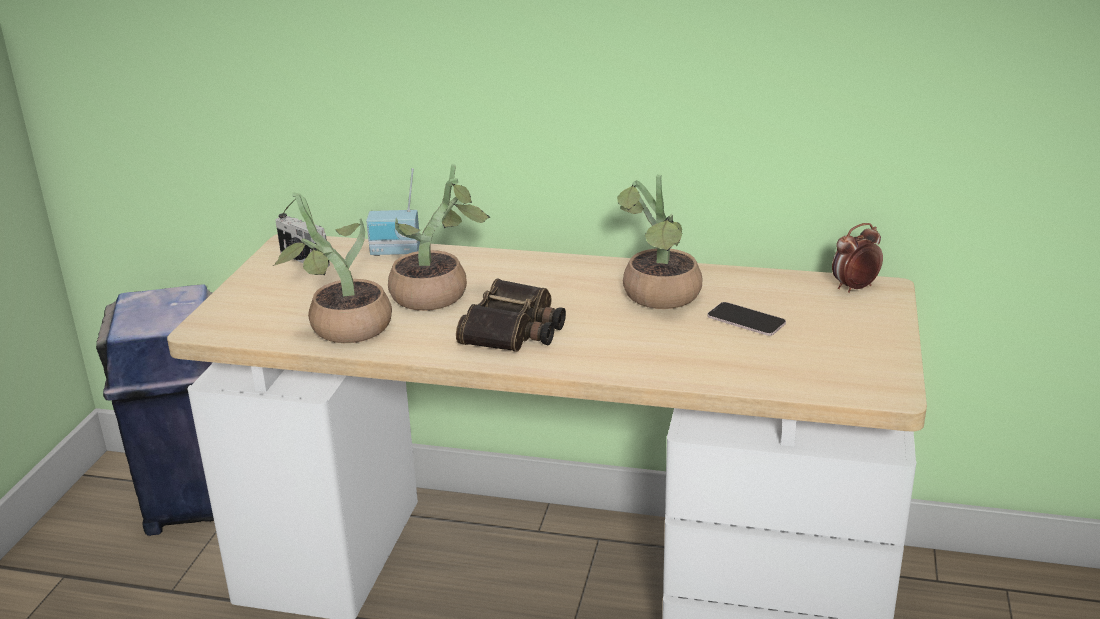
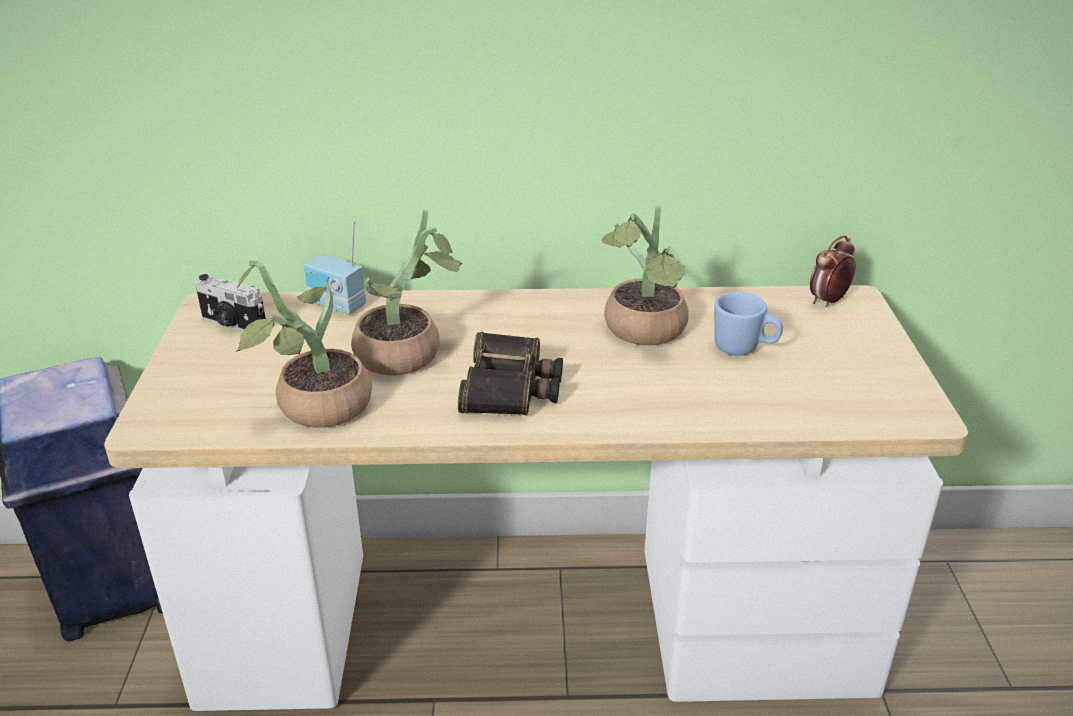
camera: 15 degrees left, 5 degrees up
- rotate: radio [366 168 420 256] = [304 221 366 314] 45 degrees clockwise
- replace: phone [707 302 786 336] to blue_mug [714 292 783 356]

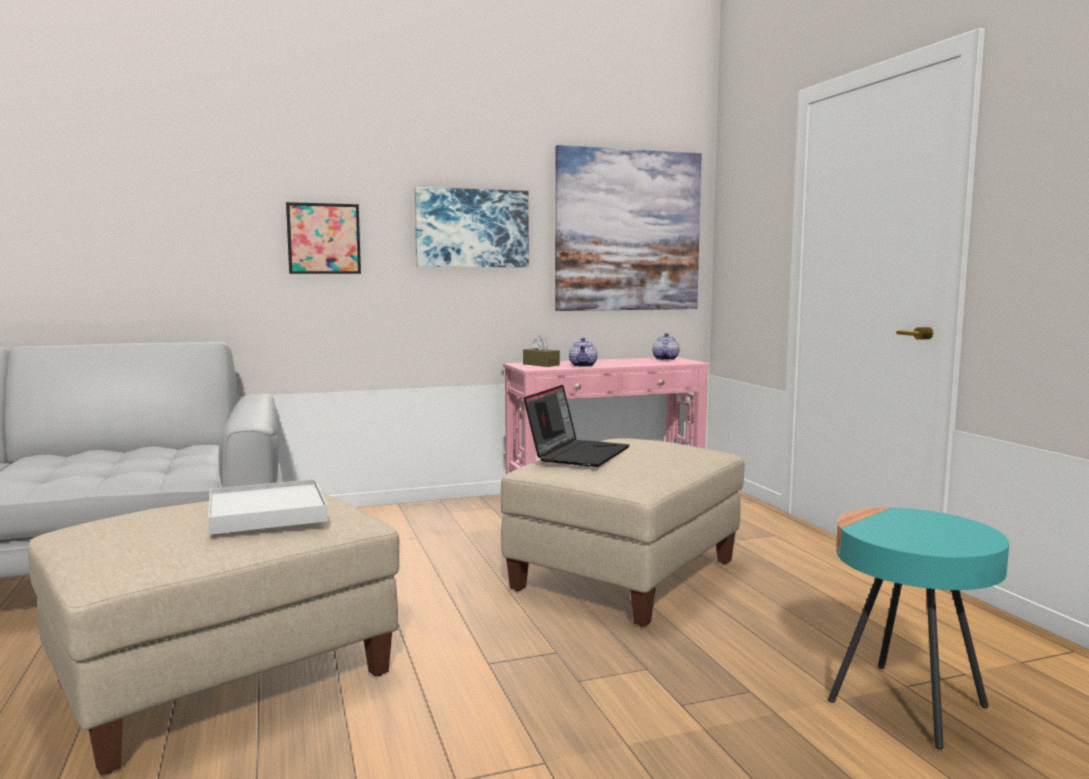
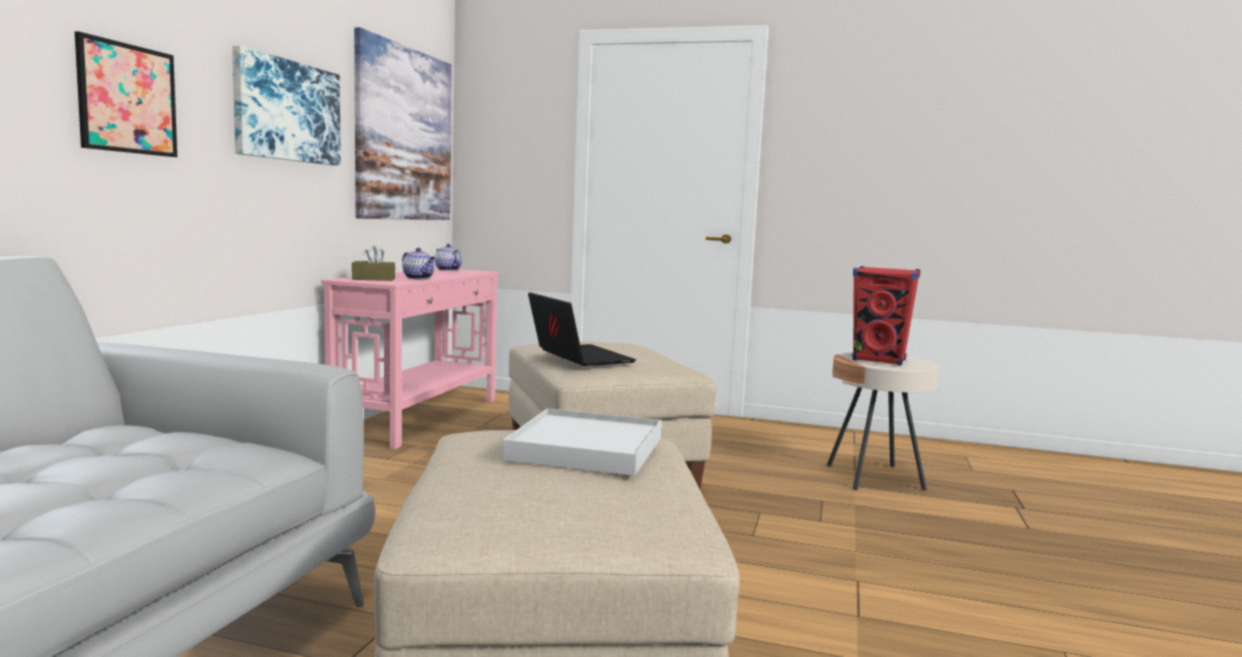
camera: 55 degrees left, 0 degrees up
- recolor: turquoise_side_table [828 507 1009 749] to beige_side_table [827 353 939 490]
- insert: red_speaker [852 266 920 366]

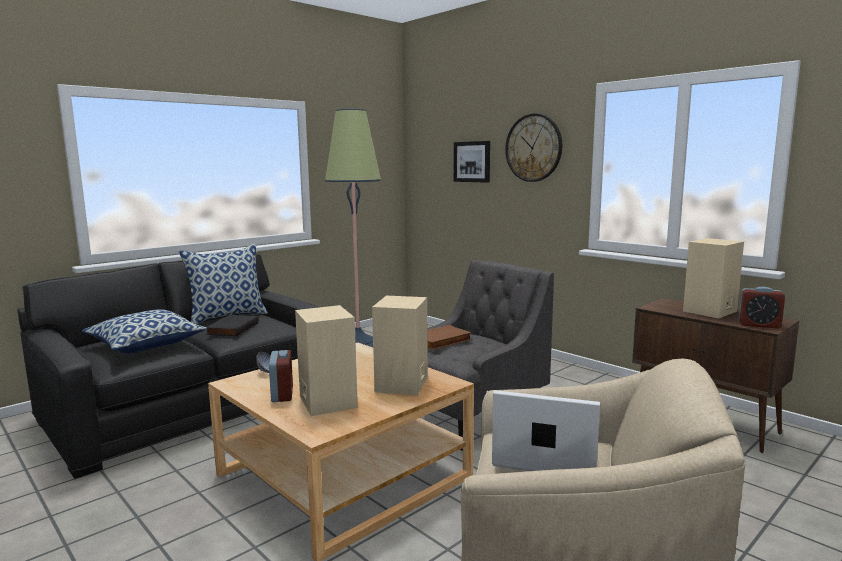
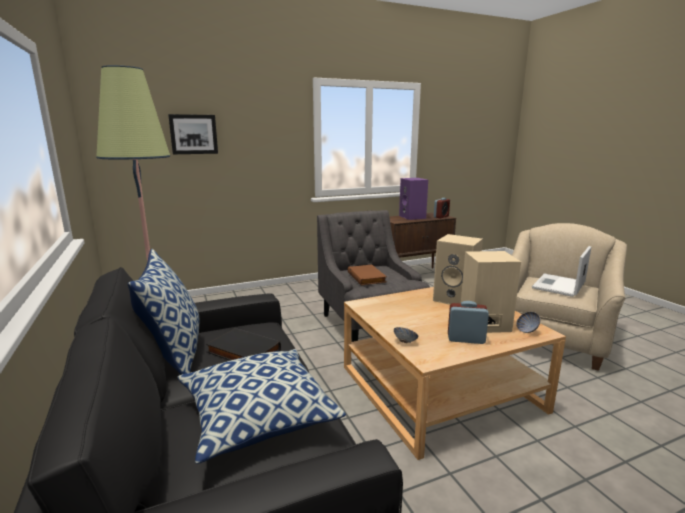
camera: 70 degrees left, 5 degrees up
- delete: wall_clock [505 114 562 182]
- recolor: beige_speaker [683 238 744 318] to purple_speaker [399 178 428 220]
- insert: bowl [516 312 540 333]

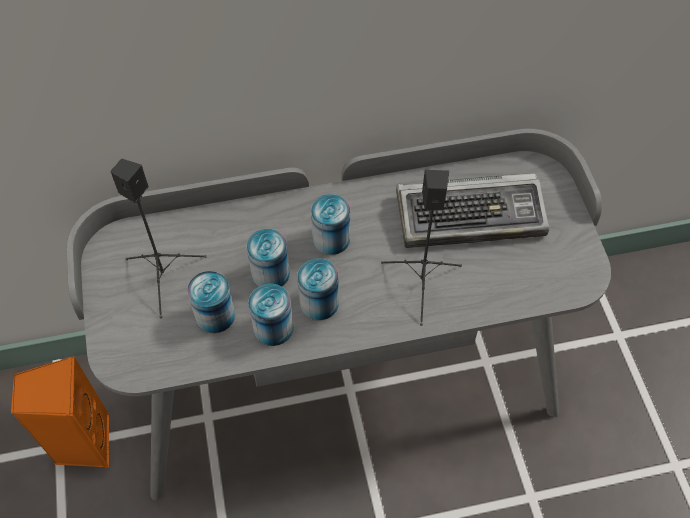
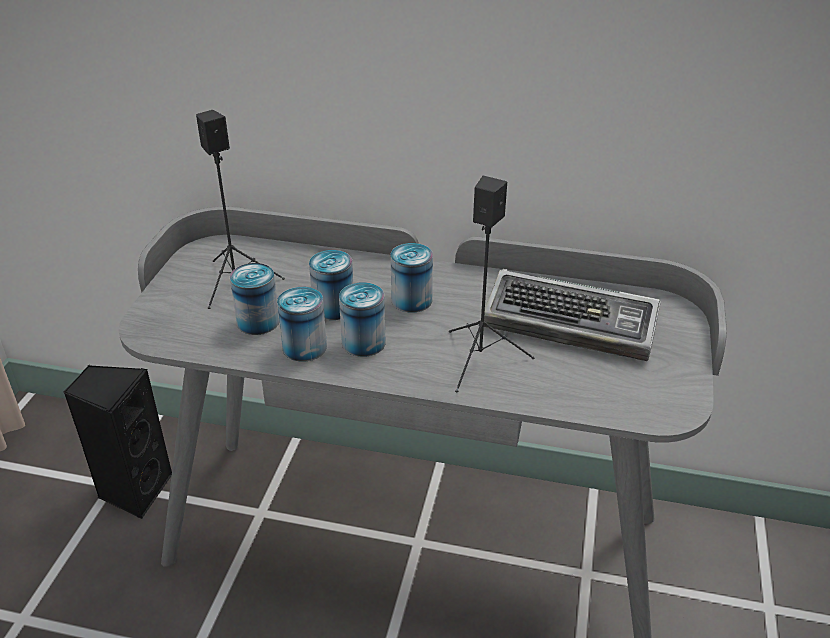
camera: 25 degrees right, 20 degrees down
- recolor: orange_speaker [11 356 110 467] to black_speaker [63 365 172 519]

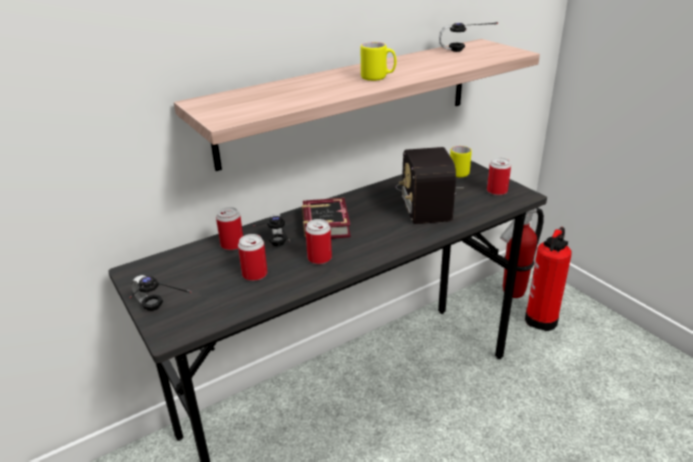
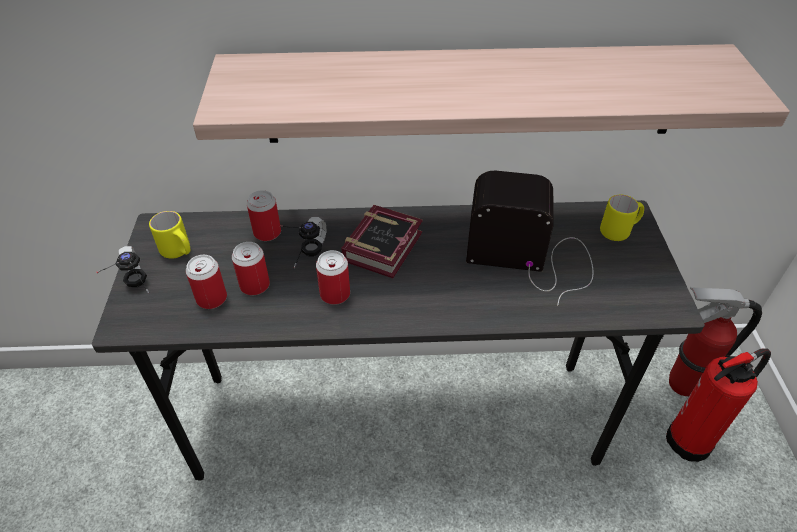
camera: 30 degrees right, 15 degrees up
- delete: headphones [439 22 498 52]
- move: yellow_mug [361 42 397 81] to [149 211 190 259]
- rotate: radio [396 147 457 224] = [466 171 593 306] 75 degrees clockwise
- move: can [487 157 511 195] to [186 255 227 309]

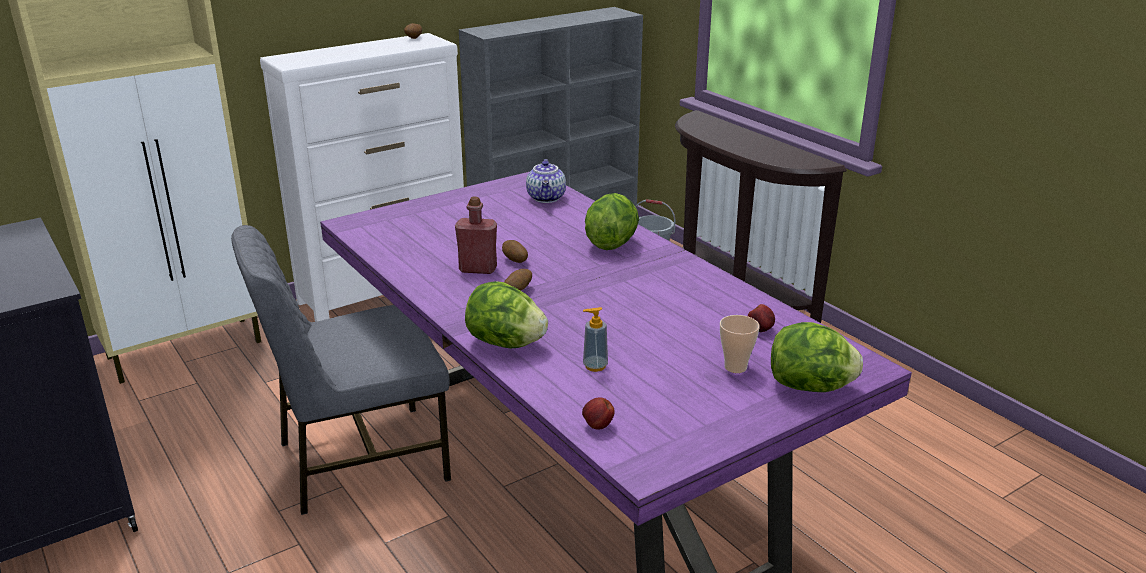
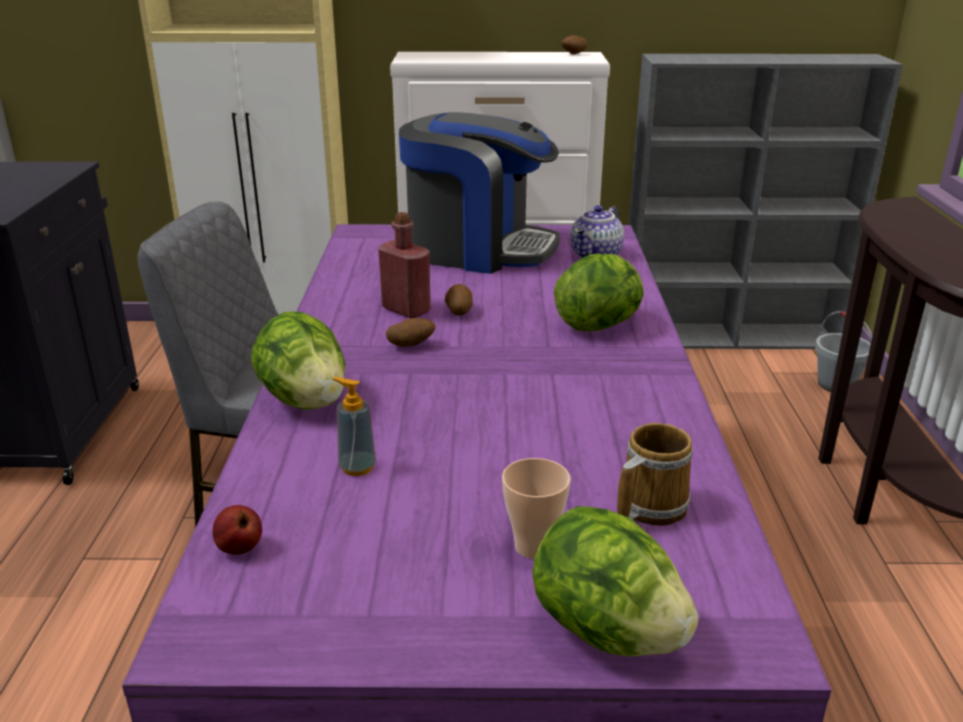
camera: 35 degrees right, 0 degrees up
- replace: apple [748 304 775 332] to mug [617 423 693 526]
- insert: coffee_machine [399 112 560 274]

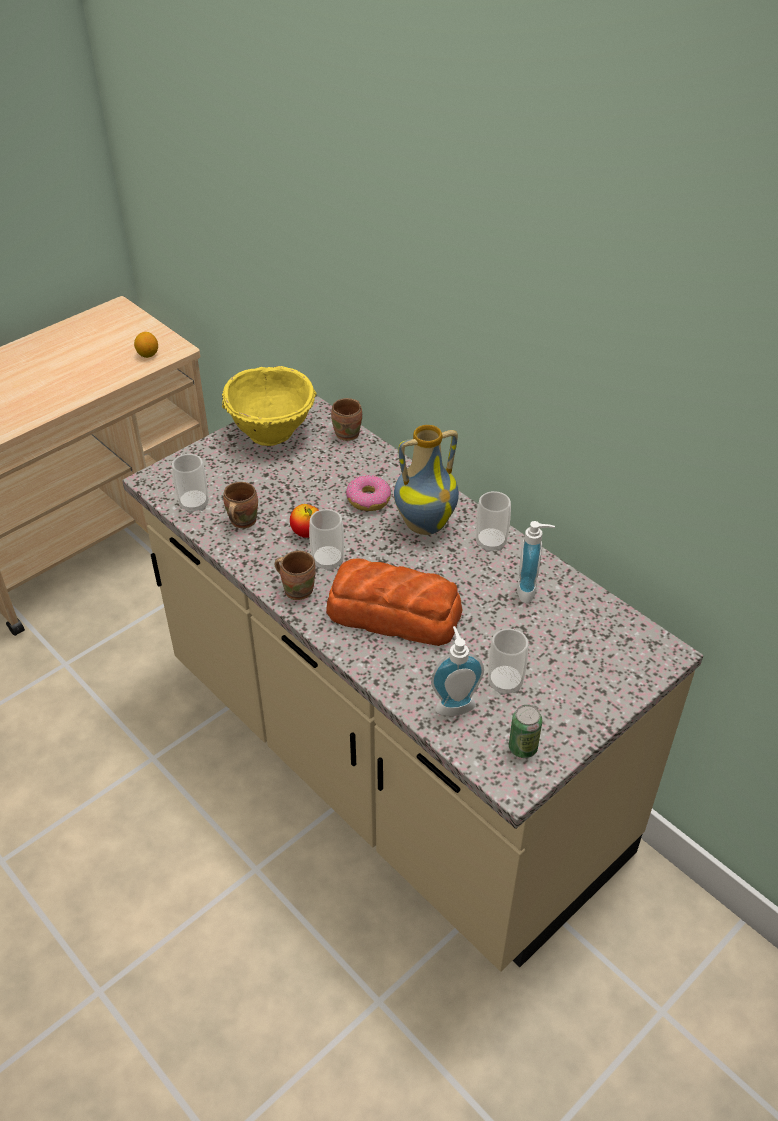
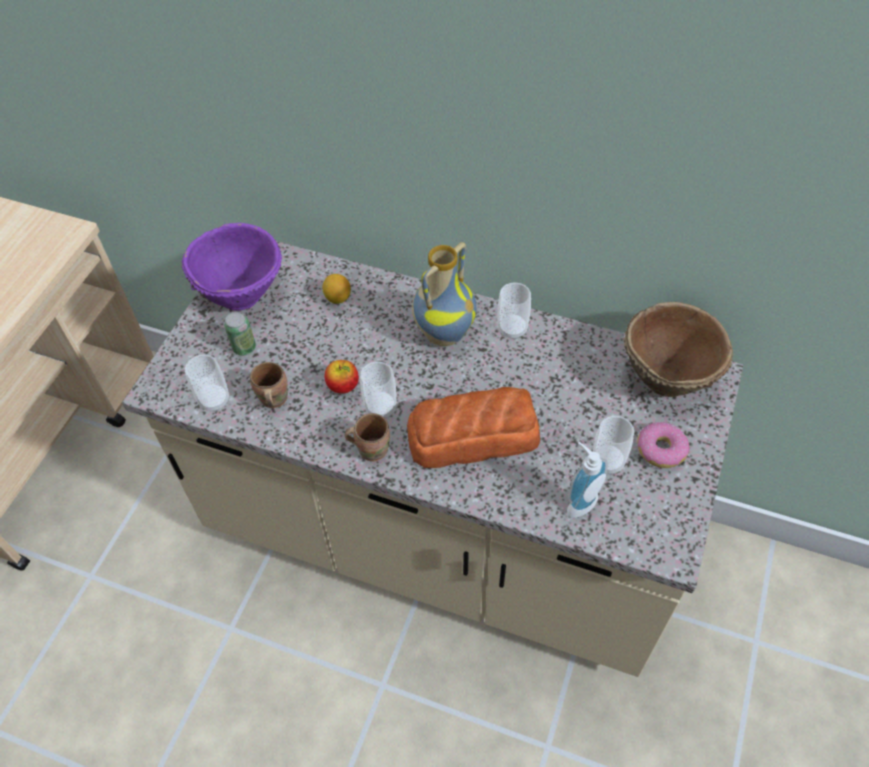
camera: 25 degrees left, 10 degrees up
- move: lemon [134 332 158 358] to [322 274 351 304]
- recolor: yellow_bowl [222 366 317 446] to purple_bowl [182 223 282 311]
- delete: brown_mug [331 398 362 441]
- move: donut [346 475 391 511] to [637 422 690 468]
- delete: soap_dispenser [517 521 555 603]
- move: can [509 705 542 758] to [224 312 256 356]
- insert: brown_bowl [623 302 733 397]

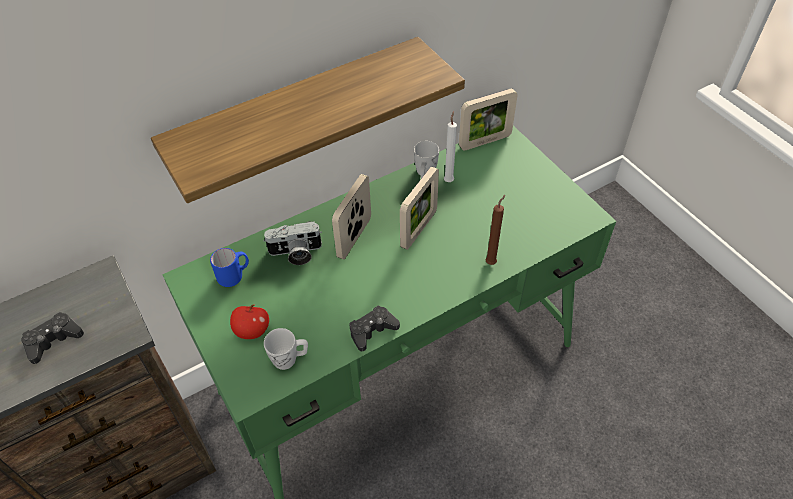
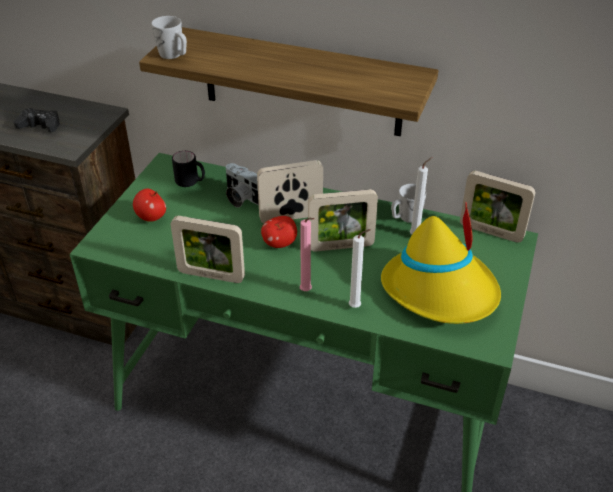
camera: 50 degrees right, 10 degrees down
- recolor: brown_candle [485 195 505 265] to white_candle [349 229 371 308]
- recolor: blue_mug [210 248 249 287] to black_mug [172 151 205 187]
- replace: black_game_controller [349 306 400 351] to picture_frame [171 216 245 283]
- move: white_mug [264 328 308 370] to [152 16 187 59]
- insert: yellow_hat [381 202 501 324]
- insert: apple [261 216 297 248]
- insert: pink_candle [300 218 314 291]

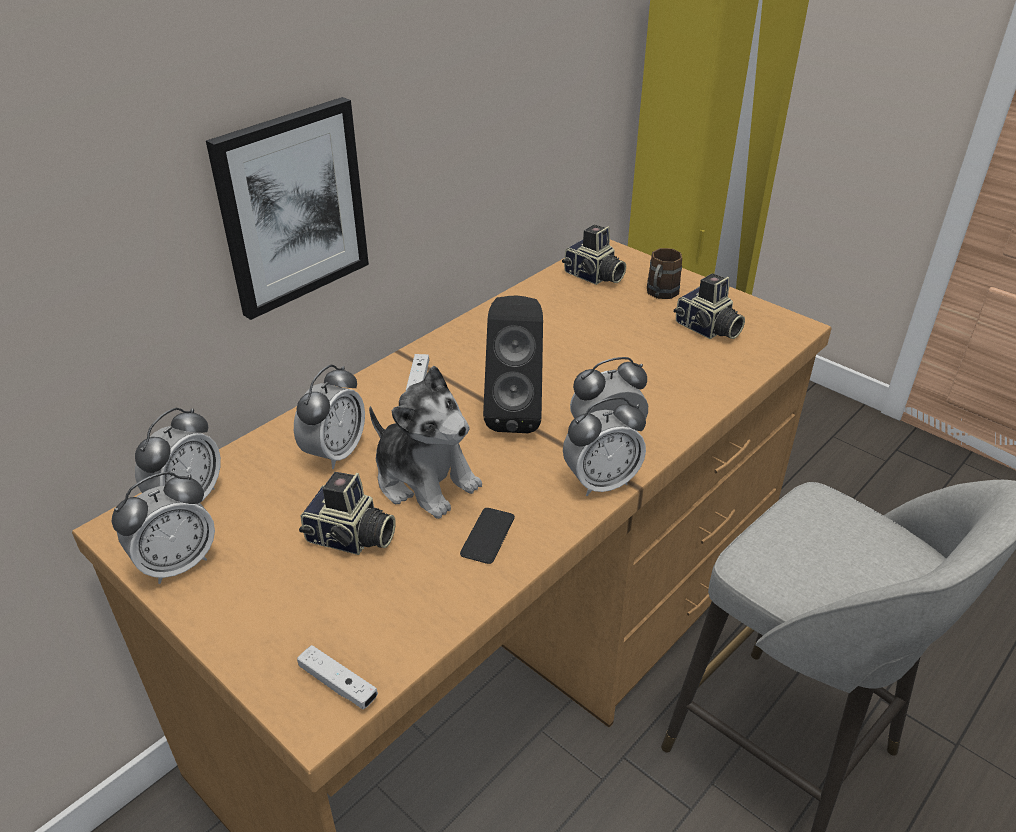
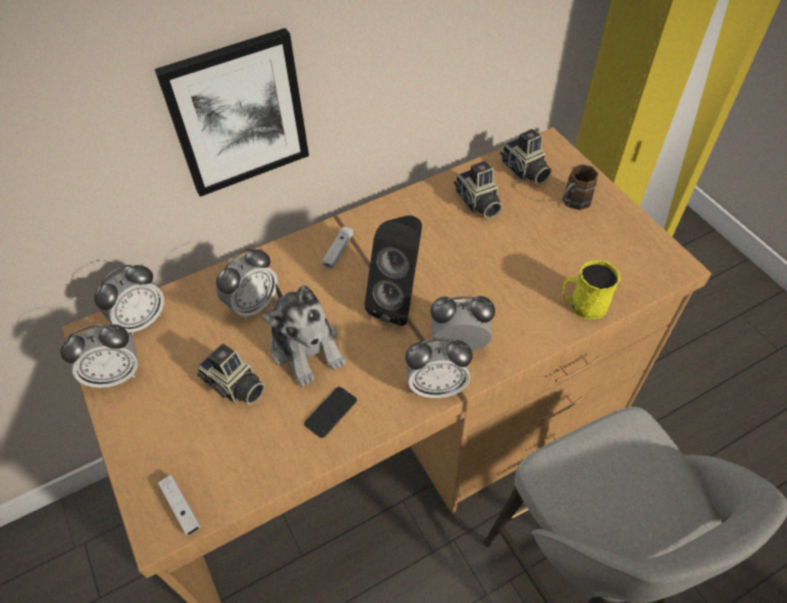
camera: 20 degrees right, 15 degrees up
- move: photo_camera [674 273 745 339] to [454 161 503 218]
- insert: yellow_mug [562 260 620 319]

